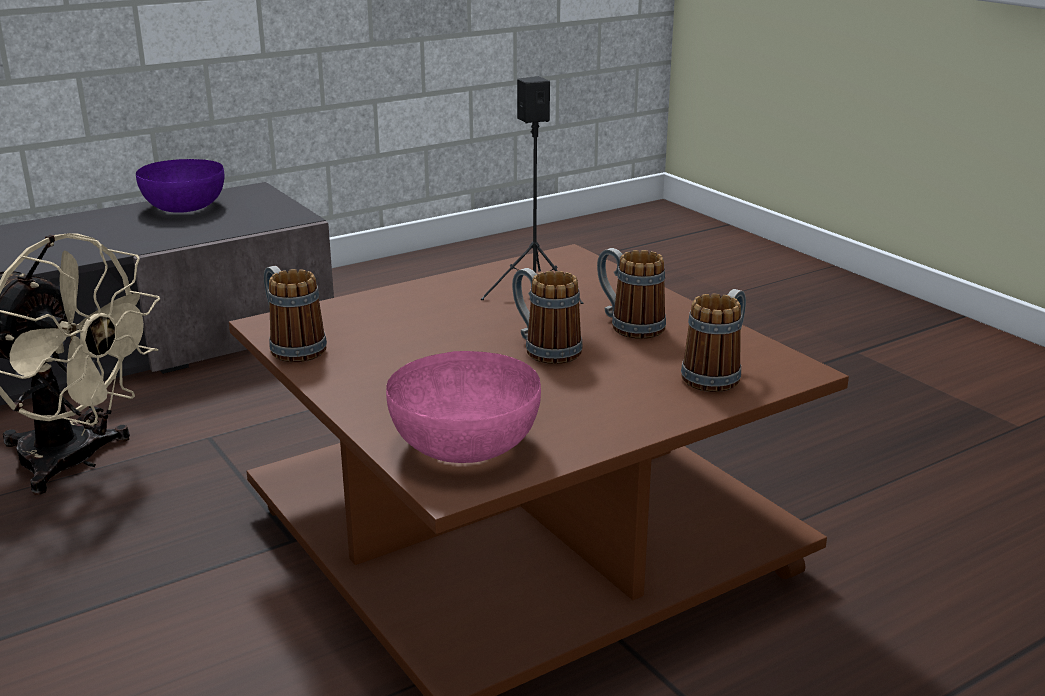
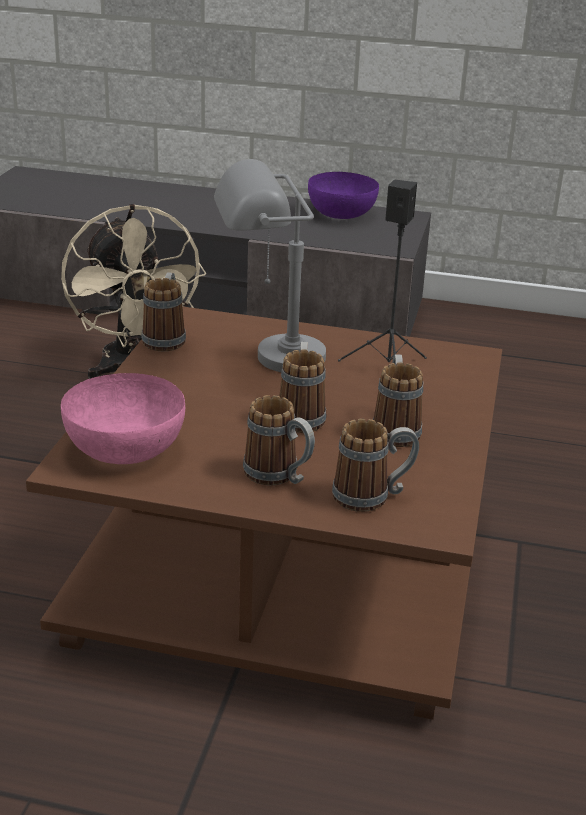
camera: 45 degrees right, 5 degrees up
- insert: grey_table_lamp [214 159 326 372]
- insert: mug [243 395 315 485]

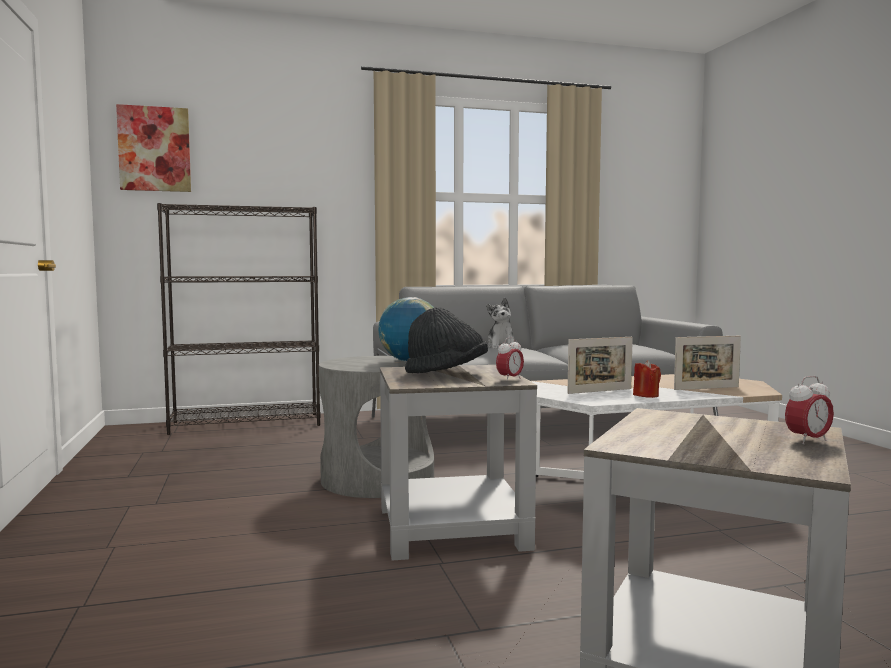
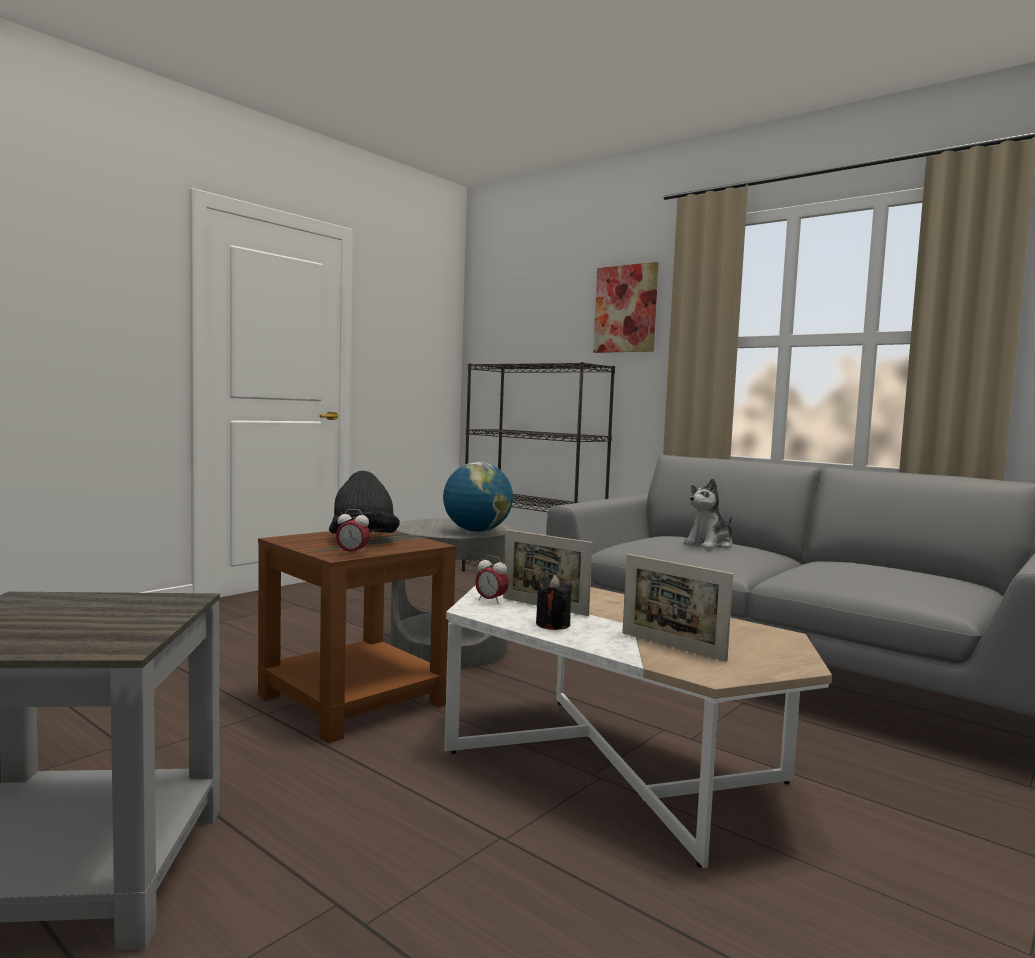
camera: 55 degrees right, 0 degrees up
- move: picture [116 104 191 192] to [593 262 659 353]
- recolor: red_candle [633 360 661 398] to black_candle [536 575 572 630]
- recolor: grey_side_table [380 365 537 560] to brown_side_table [258 531 456 743]
- move: alarm_clock [785 376 834 444] to [475 555 509 604]

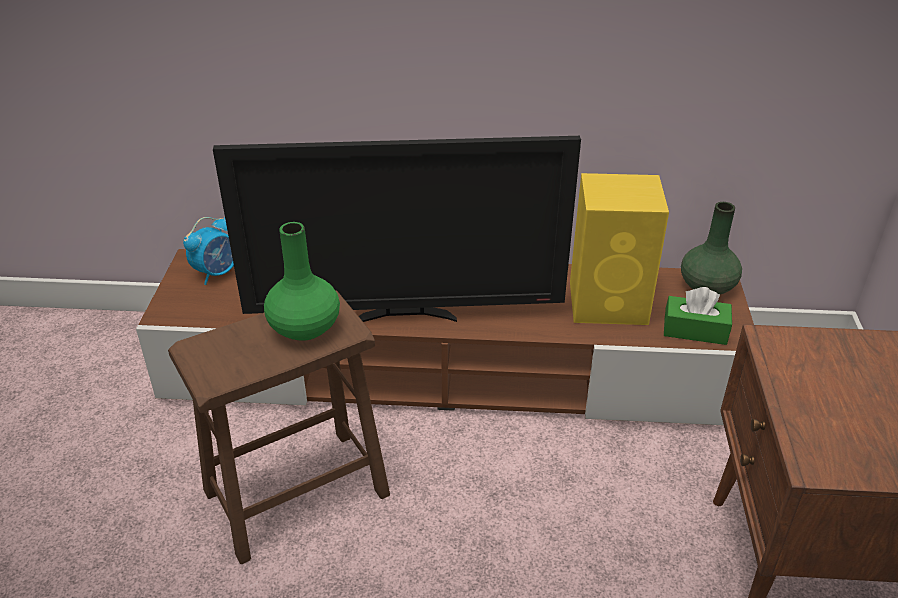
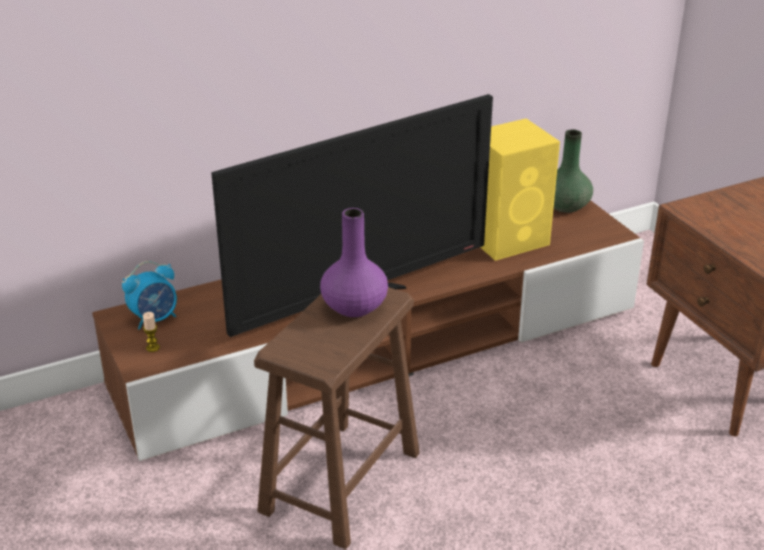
camera: 30 degrees left, 5 degrees down
- rotate: alarm_clock [183 217 234 285] = [122 261 177 330] 45 degrees clockwise
- recolor: green_vase [264 222 340 341] to purple_vase [320 208 388 317]
- delete: green_tissue_box [664 287 732 345]
- insert: candle [143 312 160 352]

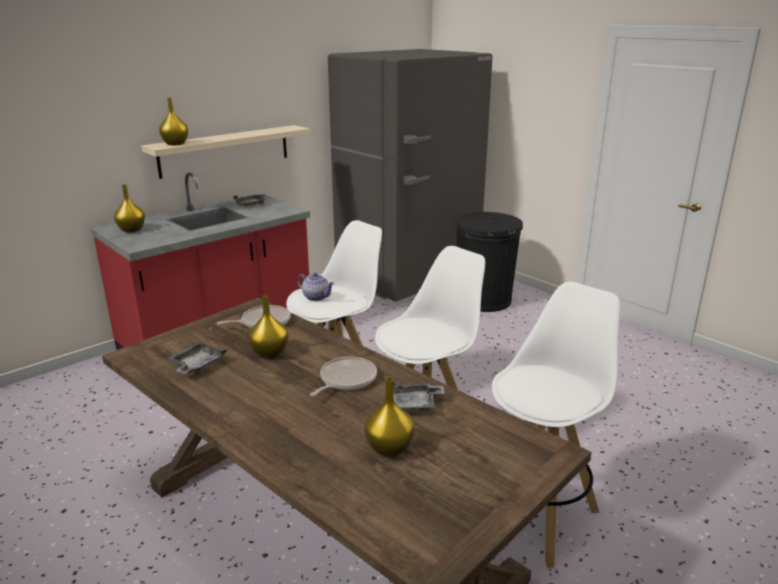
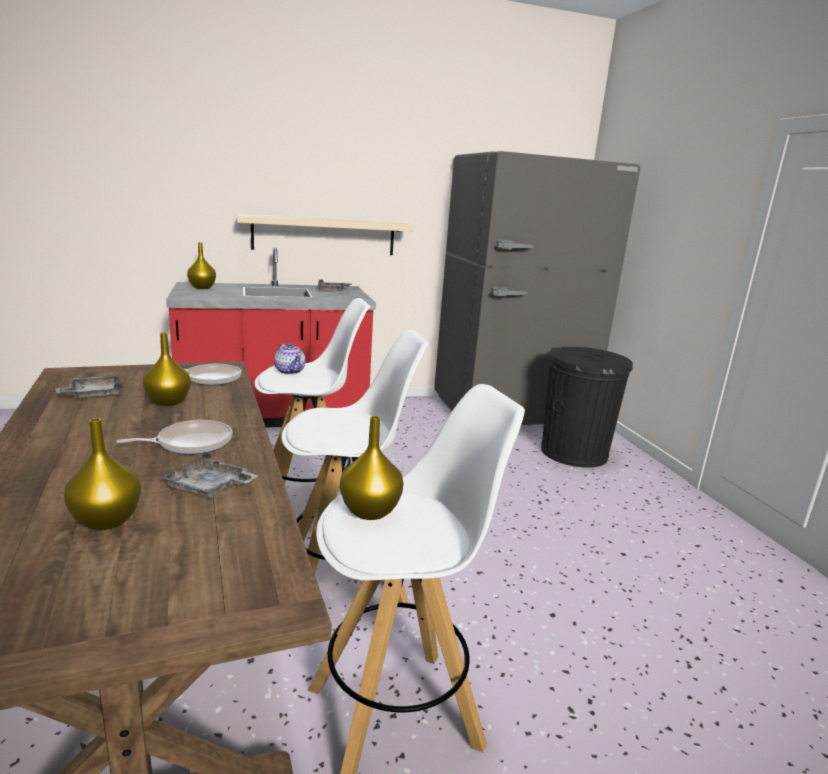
camera: 25 degrees right, 5 degrees down
- move: yellow_vase [159 98 188 145] to [340 416 403 520]

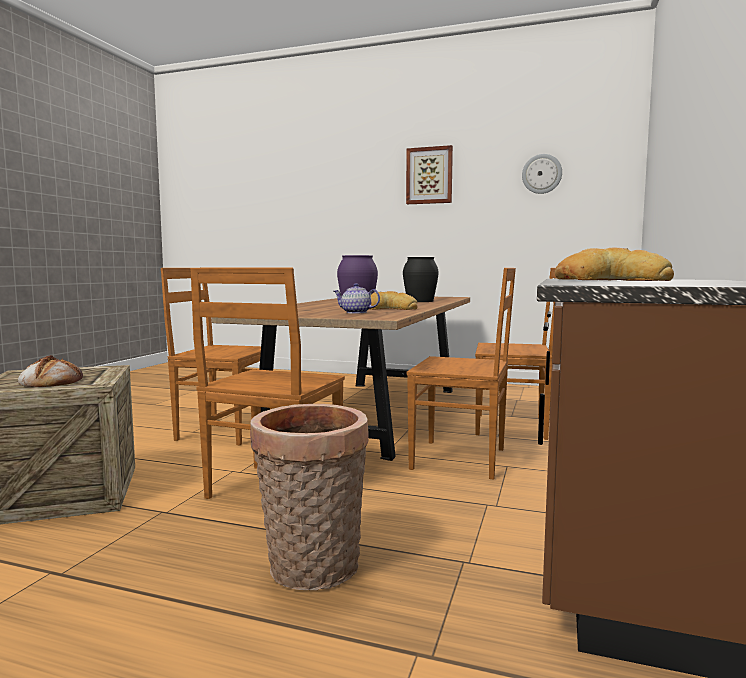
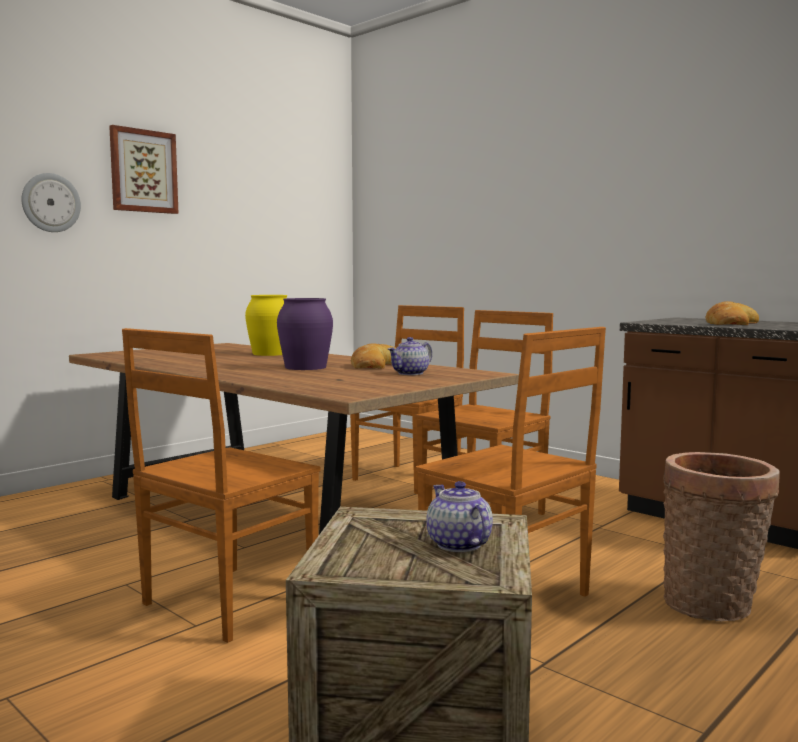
camera: 65 degrees left, 0 degrees up
- move: wall_clock [522 154 562 194] to [21 173 81 232]
- recolor: black_vase [403 257 438 302] to yellow_vase [245 295 287 356]
- replace: bread [18 355 83 387] to teapot [426 481 493 552]

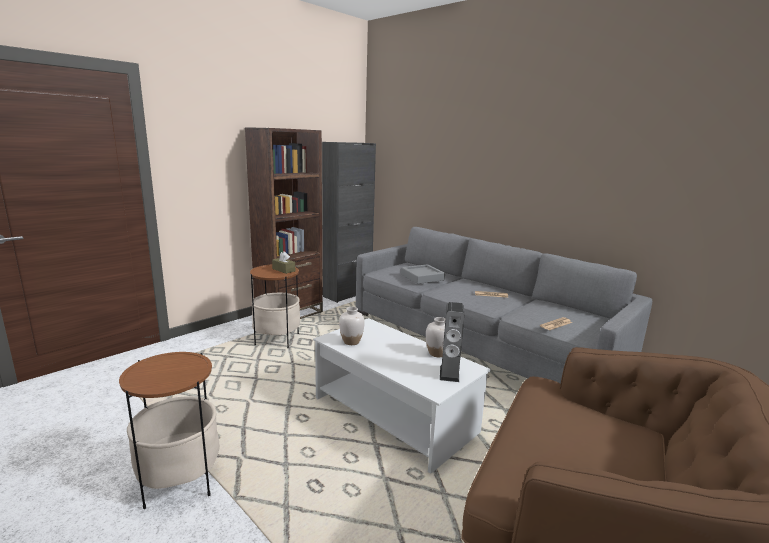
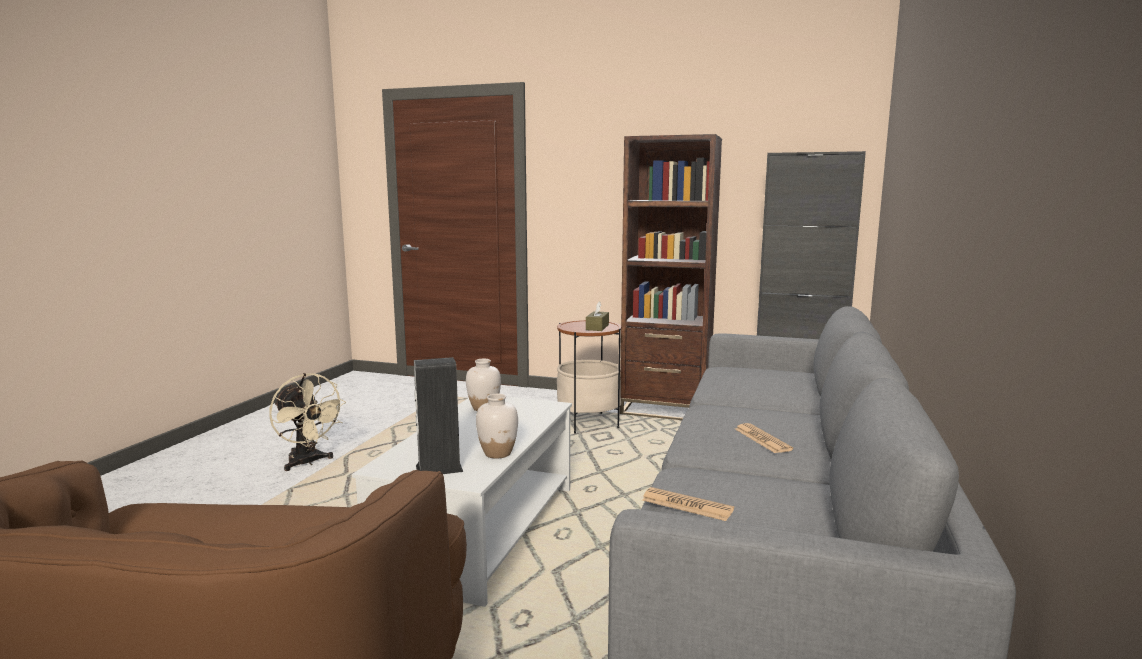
camera: 65 degrees right, 5 degrees down
- delete: grey_tray [401 264 445 284]
- replace: side_table [119 352 220 509] to beige_fan [269 373 346 471]

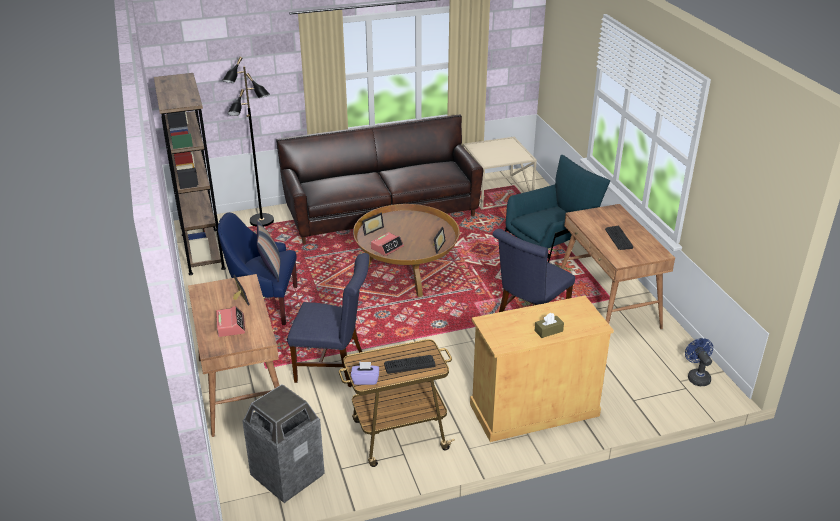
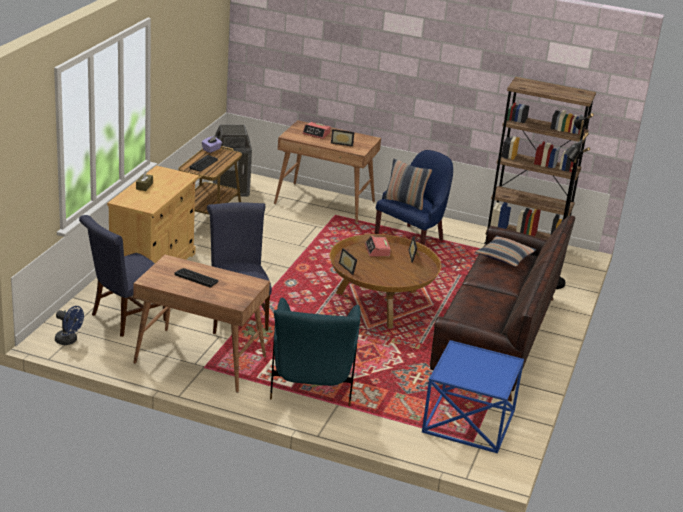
camera: 125 degrees right, 5 degrees down
- recolor: beige_side_table [463 137 537 209] to blue_side_table [422 340 524 454]
- move: blue_chair [287 253 370 387] to [79 215 166 337]
- insert: pillow [475 236 536 267]

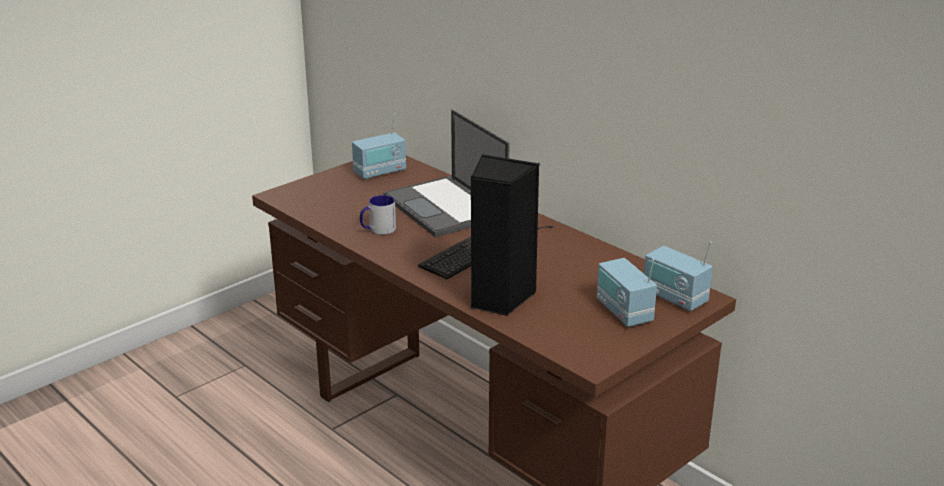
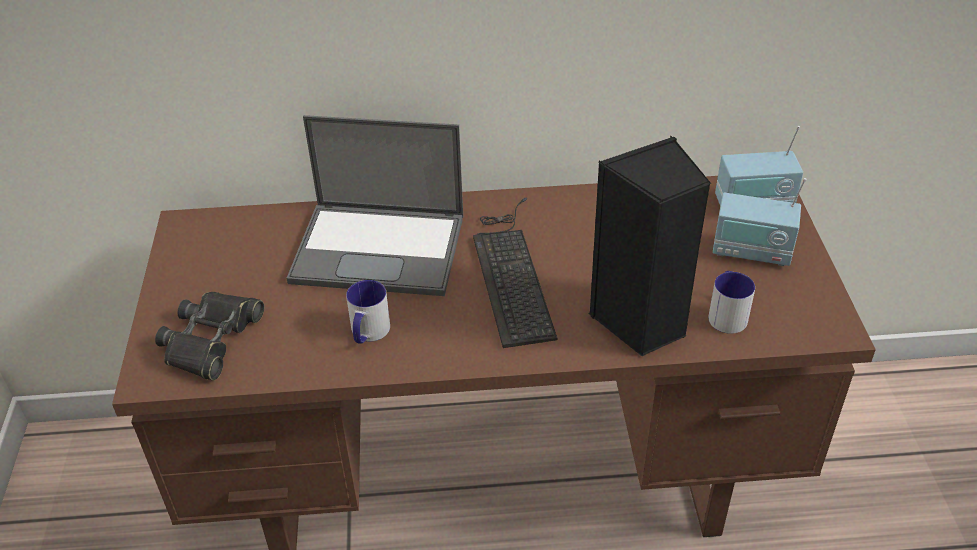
camera: 50 degrees left, 15 degrees up
- delete: radio [352 113 406 180]
- insert: mug [708 271 755 334]
- insert: black_binoculars [155 292 264 381]

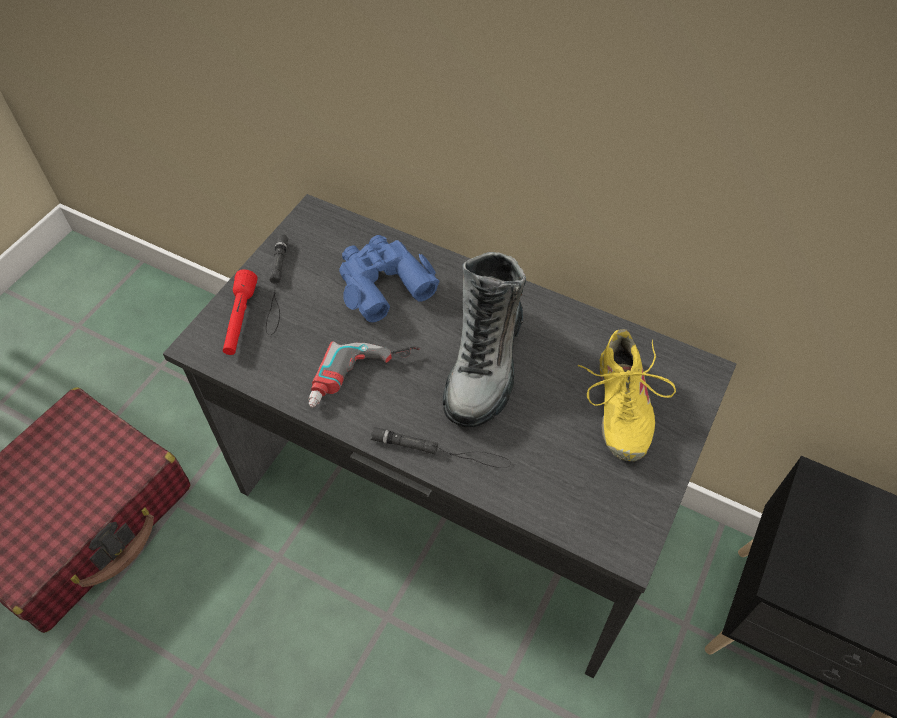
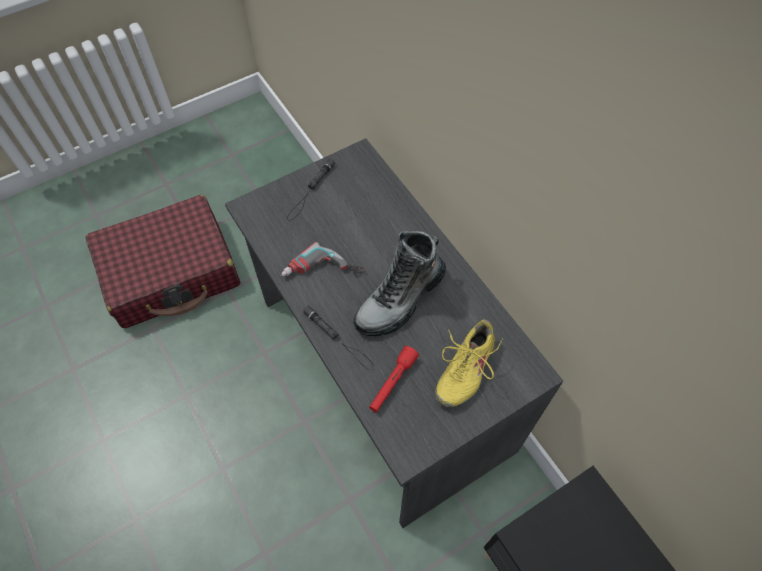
camera: 30 degrees right, 5 degrees up
- delete: blue_binoculars [339 235 439 322]
- move: red_flashlight [223 269 257 355] to [369 346 419 412]

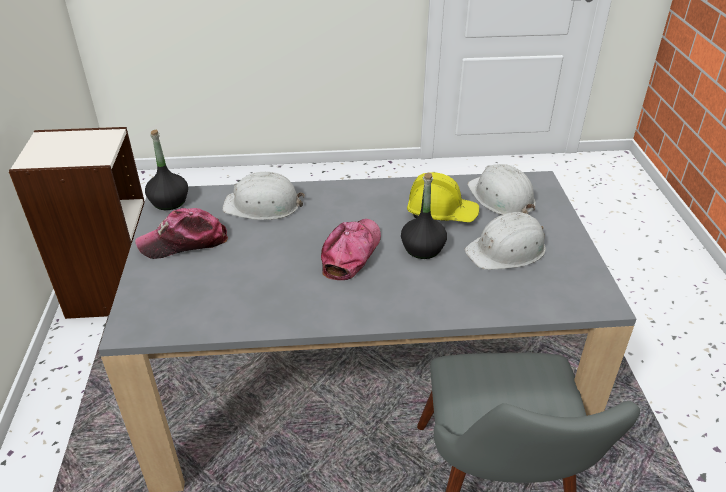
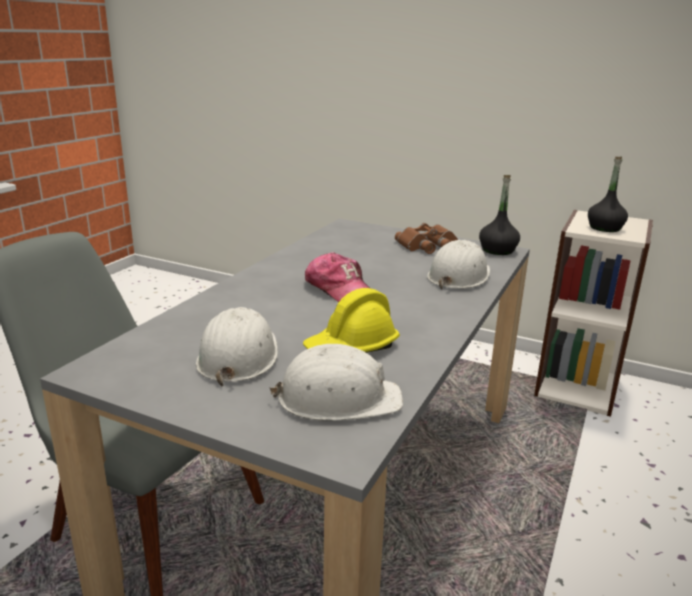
camera: 120 degrees right, 15 degrees down
- move: black_bottle [401 173 447 259] to [588 157 628 232]
- replace: cap [135 208 228 259] to brown_binoculars [395 223 458 254]

